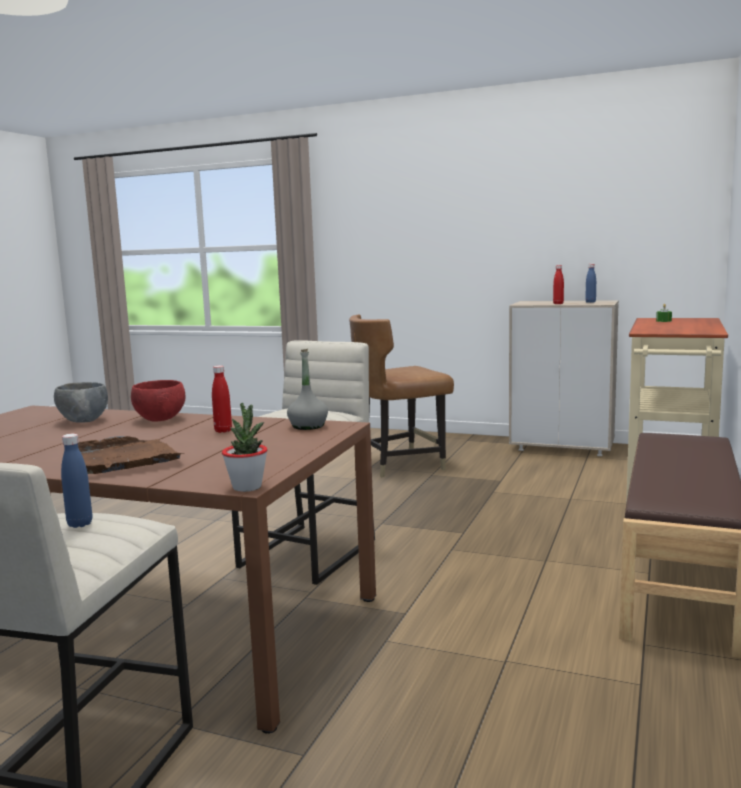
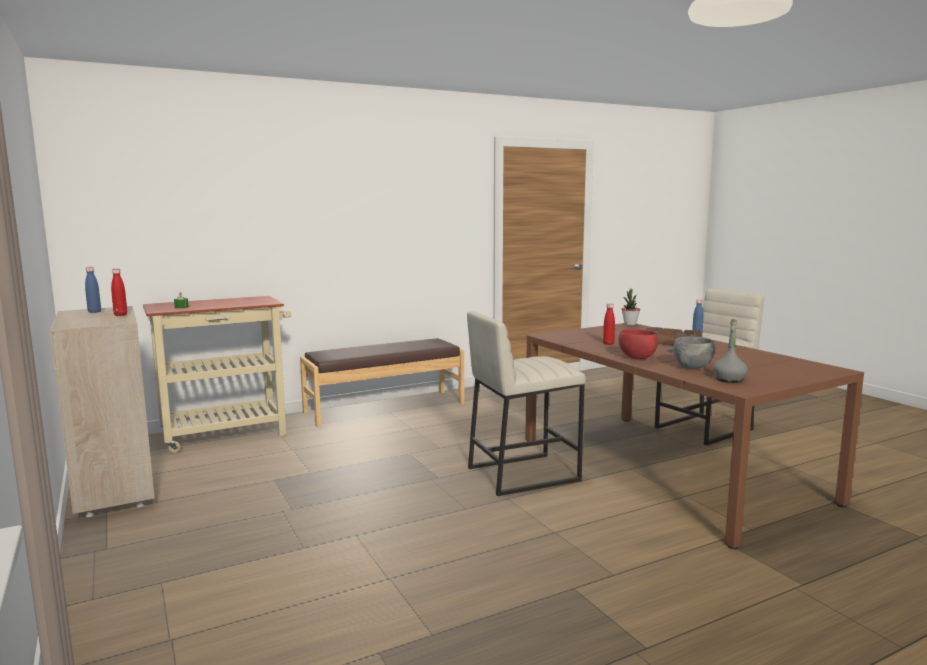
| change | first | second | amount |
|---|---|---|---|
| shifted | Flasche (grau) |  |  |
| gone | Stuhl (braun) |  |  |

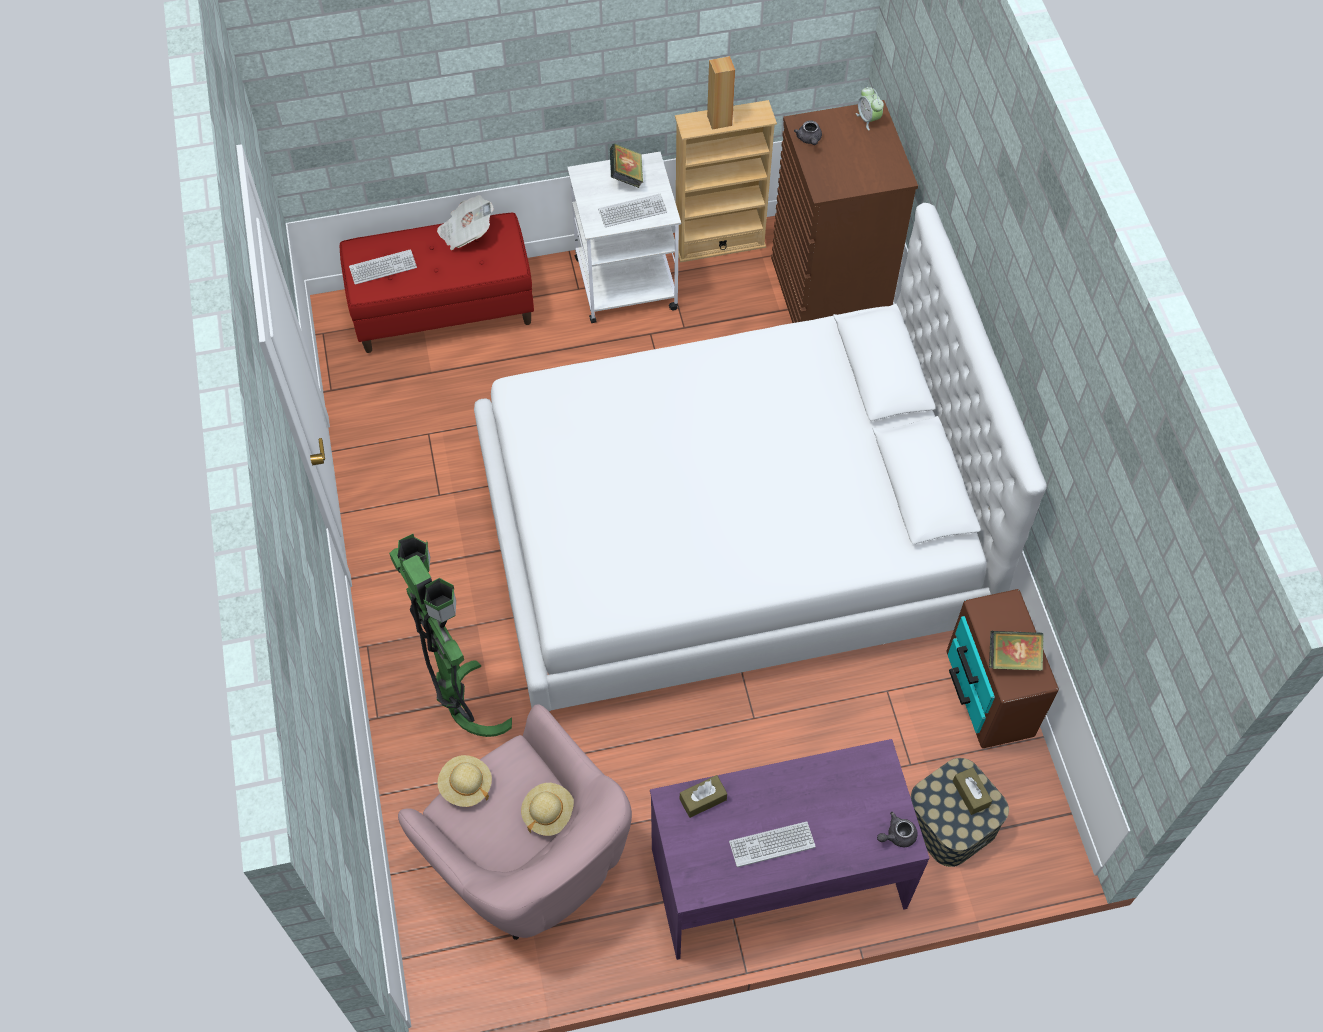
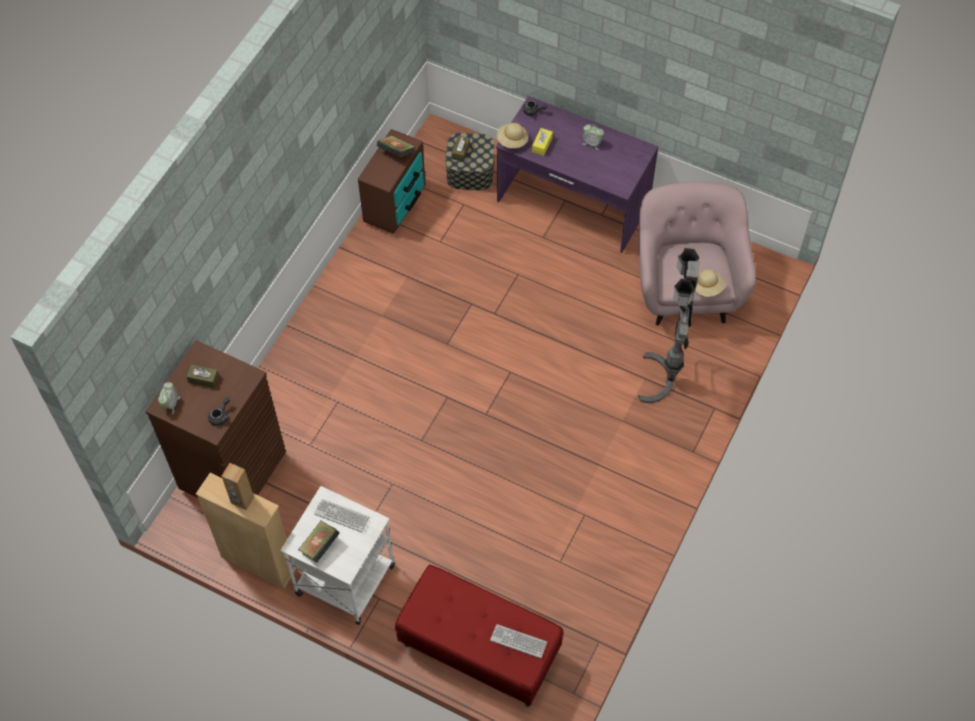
| change | first | second | amount |
|---|---|---|---|
| shifted | Taschentuchbox (braun) (no. 1 from left) |  |  |
| shifted | Hut (beige) (no. 2 from left in the first image) | Hut (beige) (no. 1 from left) |  |
| new |  | Taschentuchbox (gelb) |  |
| swapped | Tastatur (no. 3 from left) | Wecker (no. 2 from left) |  |
| repainted | Stehlampe (grün) | Stehlampe (grau) |  |
| gone | Zeitung |  |  |
| gone | Bett (weiß) |  |  |

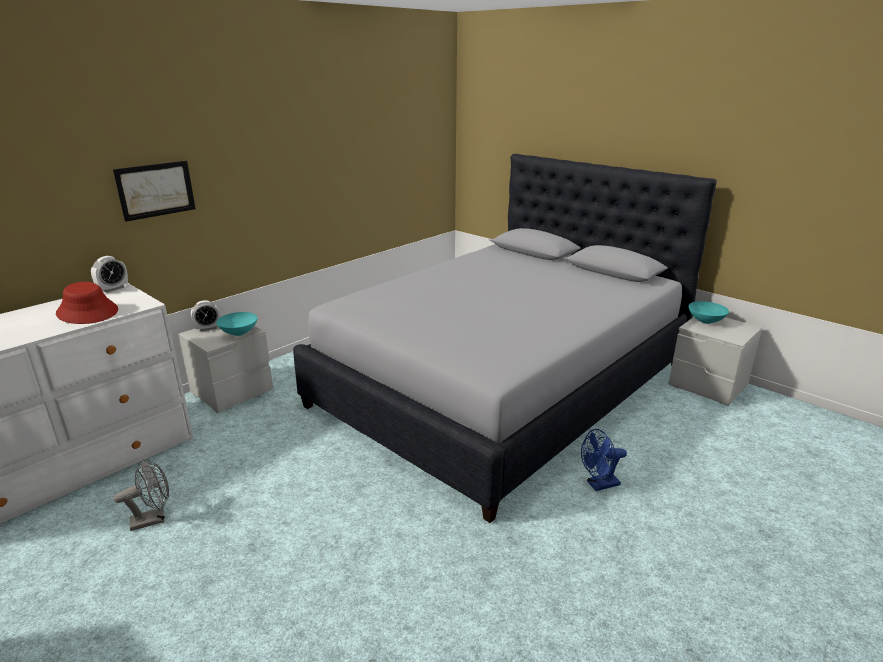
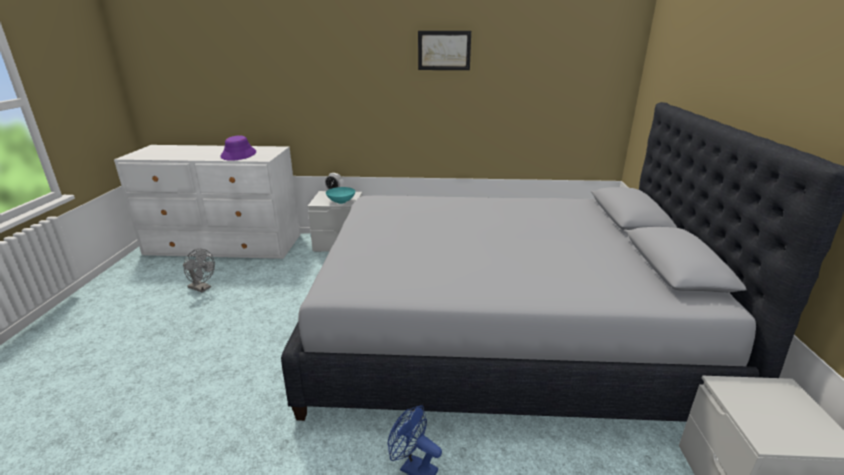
| change | first | second | amount |
|---|---|---|---|
| repainted | Hut (rot) | Hut (lila) |  |
| shifted | Bild |  |  |
| gone | Wecker (no. 1 from left) |  |  |
| gone | Schüssel (türkis) (no. 2 from left) |  |  |

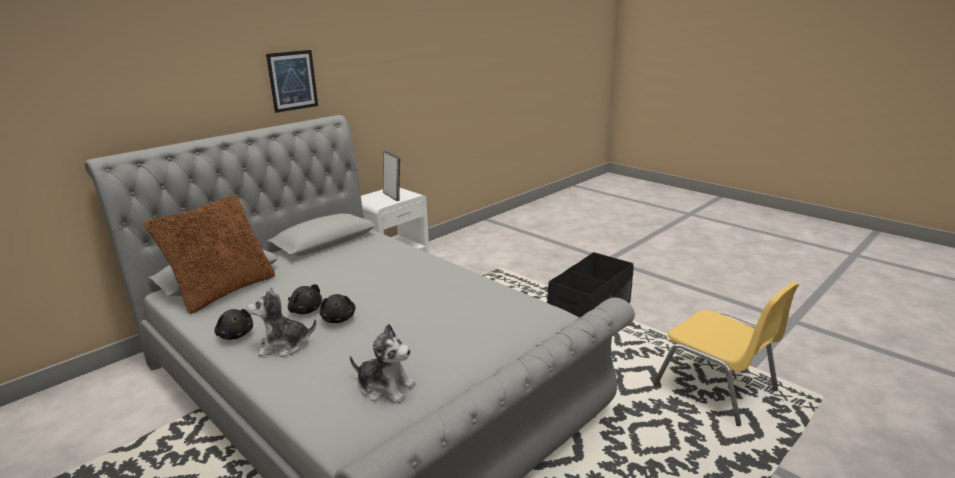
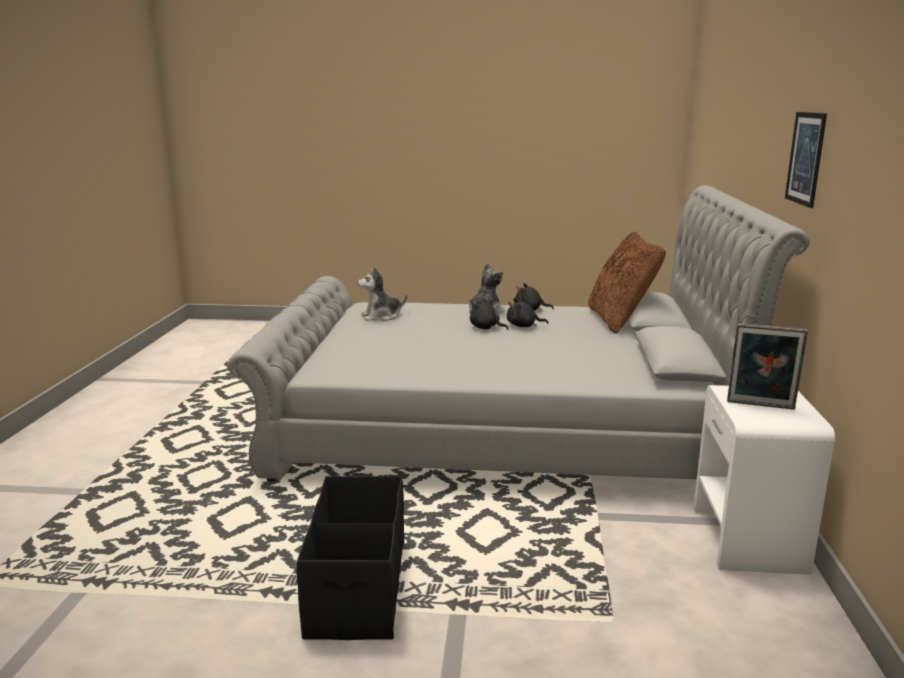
| change | first | second | amount |
|---|---|---|---|
| gone | Stuhl (gelb) |  |  |

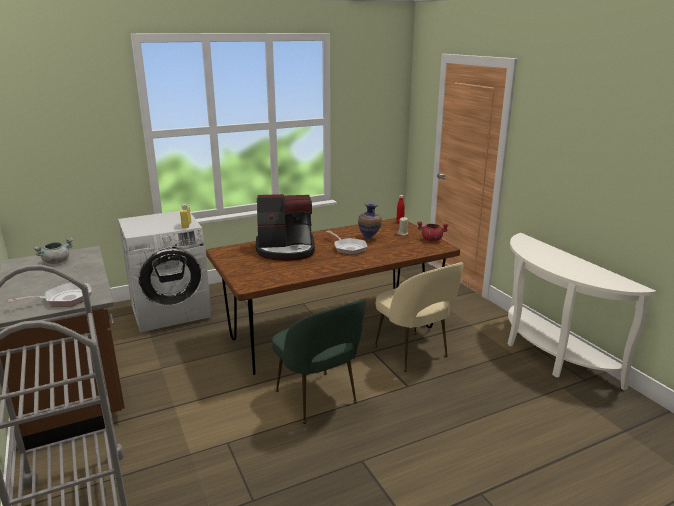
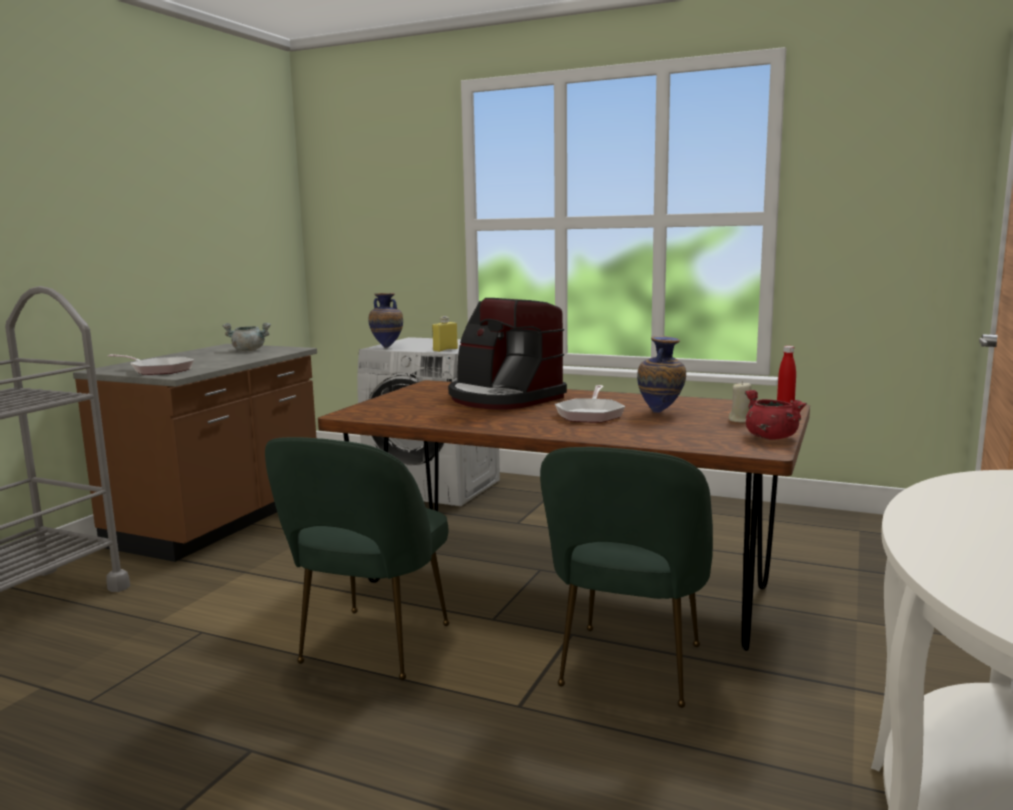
| change | first | second | amount |
|---|---|---|---|
| new |  | Vase (no. 1 from left) |  |
| repainted | Stuhl (beige) | Stuhl (grün) (no. 2 from left) |  |

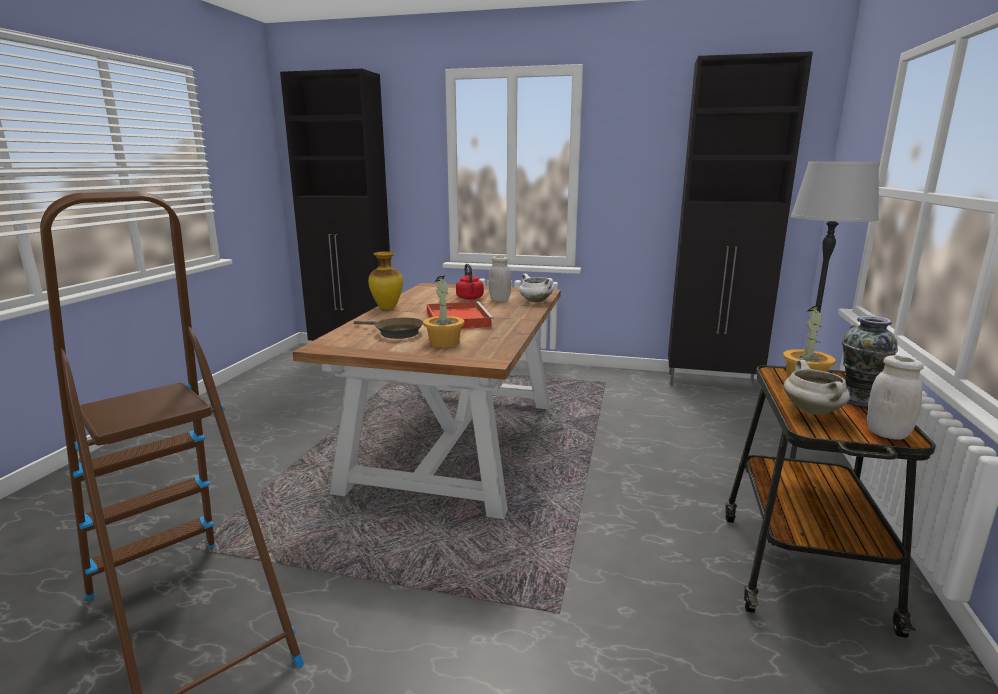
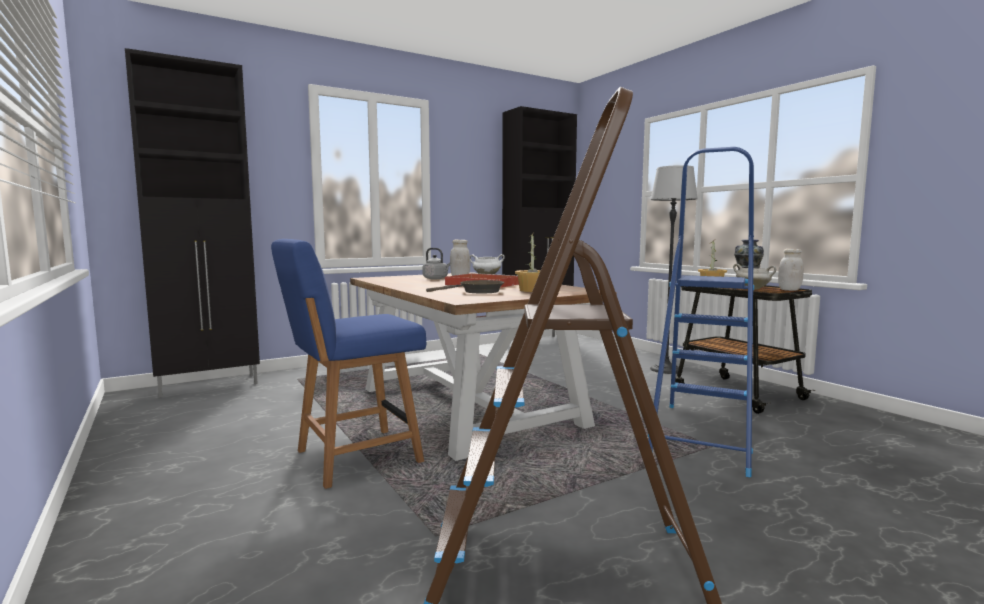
| change | first | second | amount |
|---|---|---|---|
| new |  | Stuhl (blau) |  |
| repainted | Wasserkessel (rot) | Wasserkessel (grau) |  |
| new |  | Trittleiter (blau) |  |
| gone | Vase (no. 1 from left) |  |  |

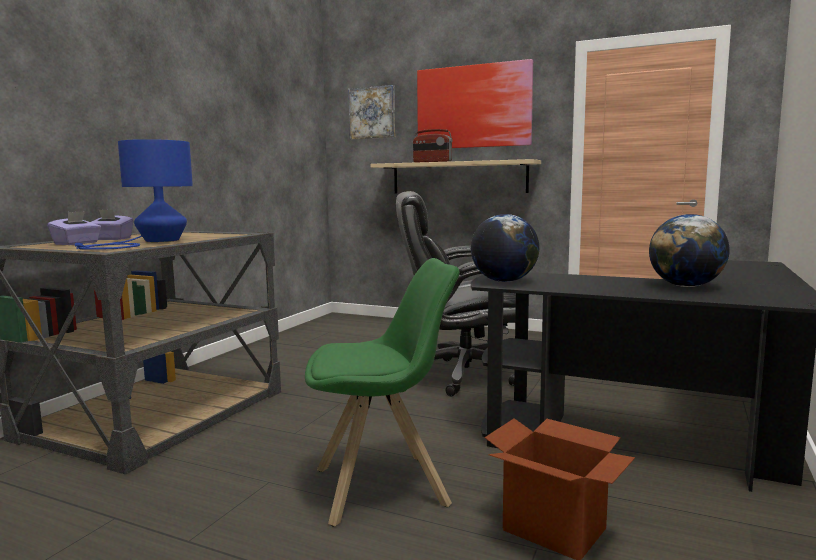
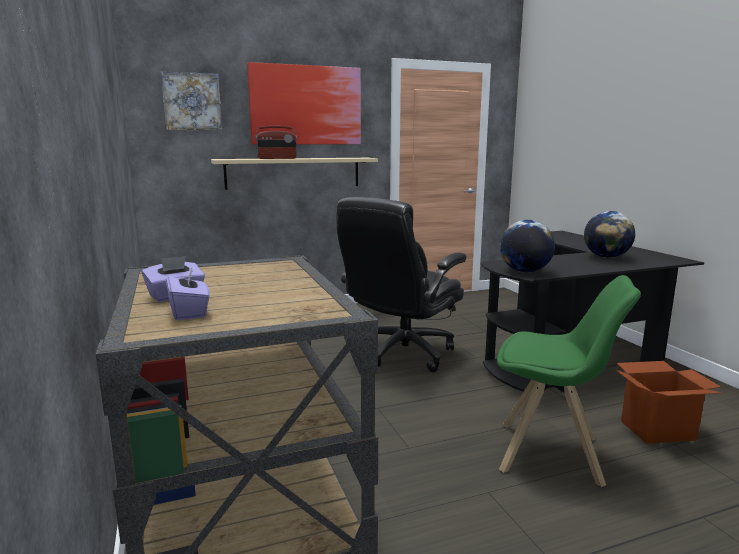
| change | first | second | amount |
|---|---|---|---|
| rotated | Stuhl (grün) |  | 75 degrees clockwise |
| gone | Tischlampe (blau) |  |  |

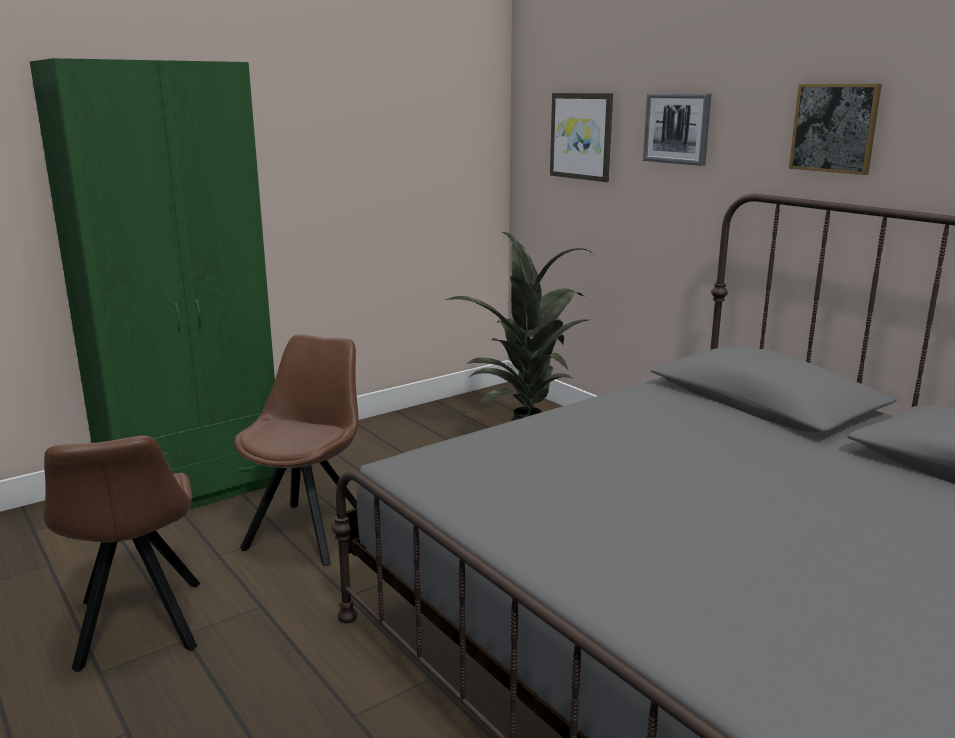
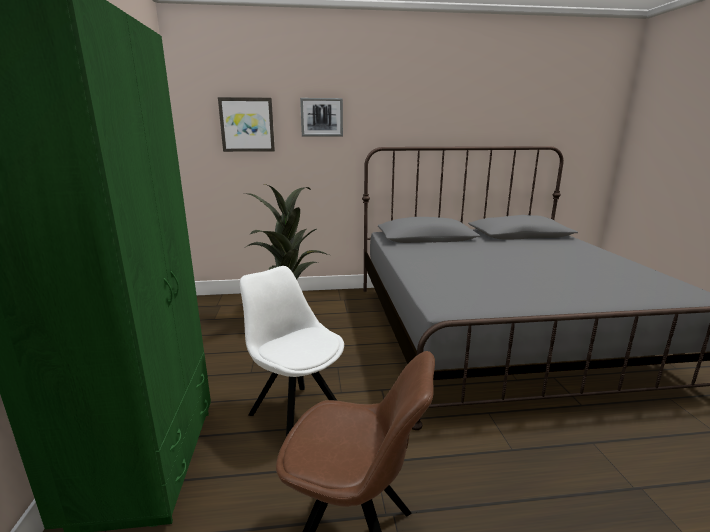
| change | first | second | amount |
|---|---|---|---|
| repainted | Stuhl (braun) (no. 2 from left) | Stuhl (weiß) |  |
| gone | Bild (no. 3 from left) |  |  |

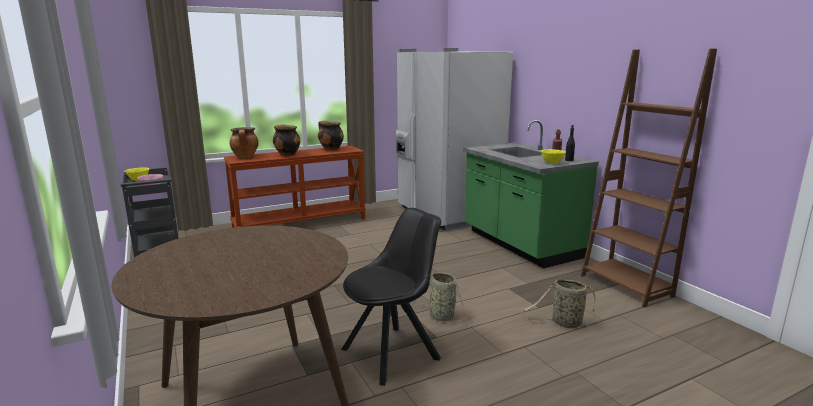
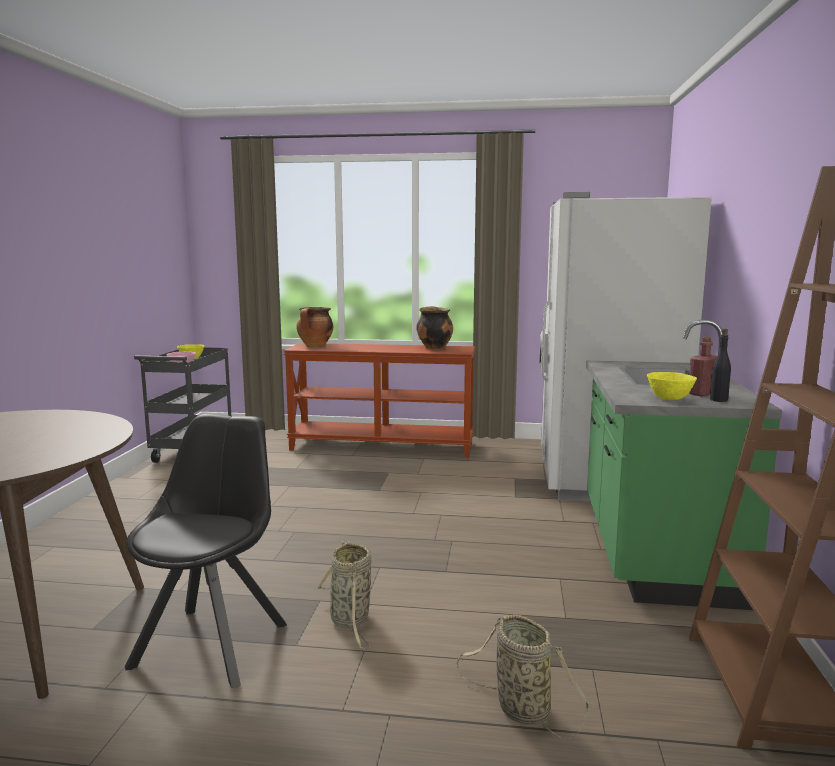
| change | first | second | amount |
|---|---|---|---|
| rotated | Stuhl (schwarz) |  | 75 degrees counterclockwise |
| gone | Kochtopf (no. 2 from left) |  |  |

